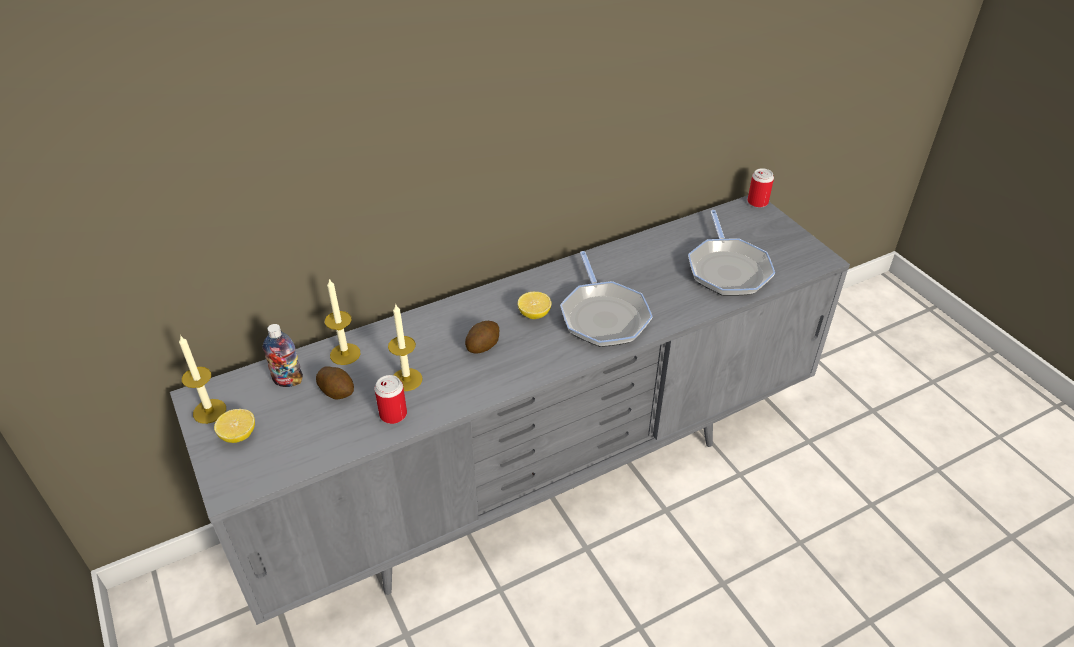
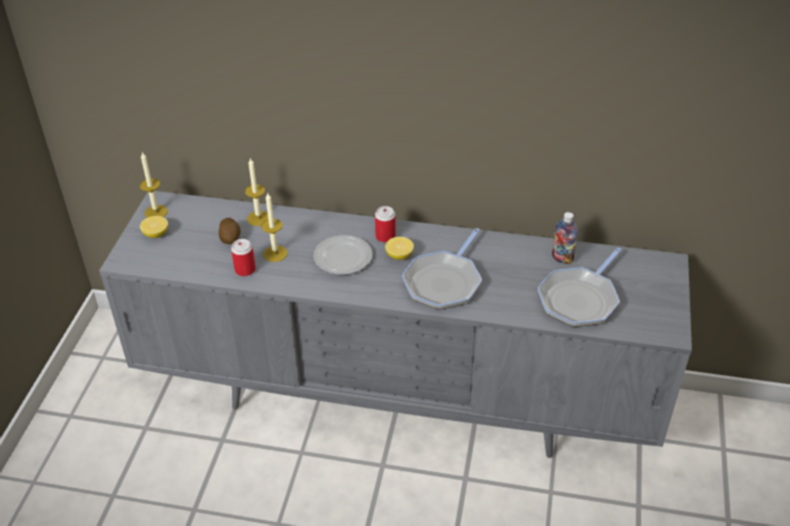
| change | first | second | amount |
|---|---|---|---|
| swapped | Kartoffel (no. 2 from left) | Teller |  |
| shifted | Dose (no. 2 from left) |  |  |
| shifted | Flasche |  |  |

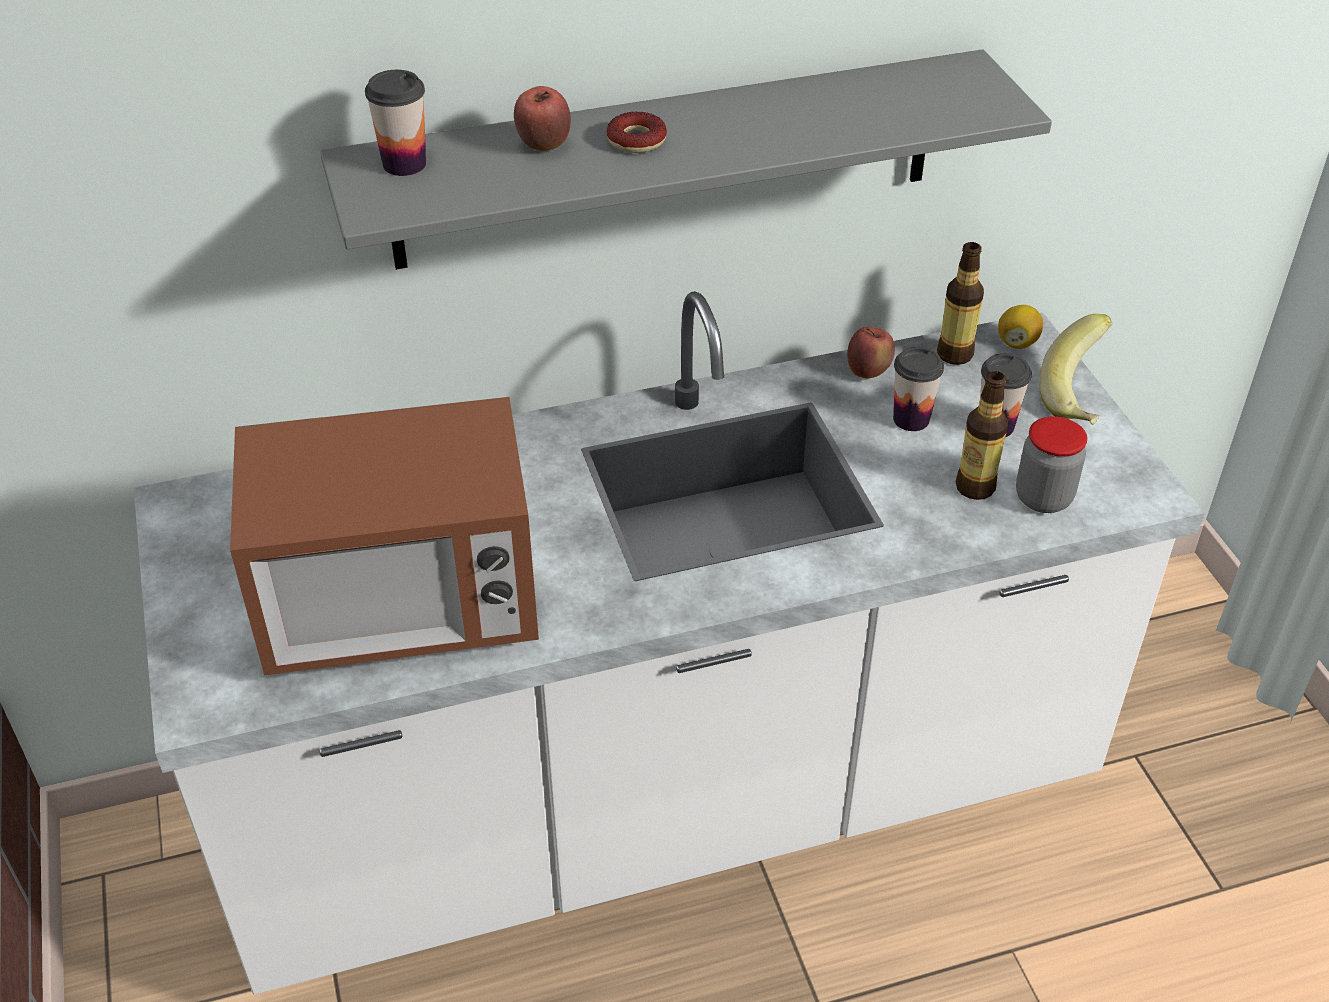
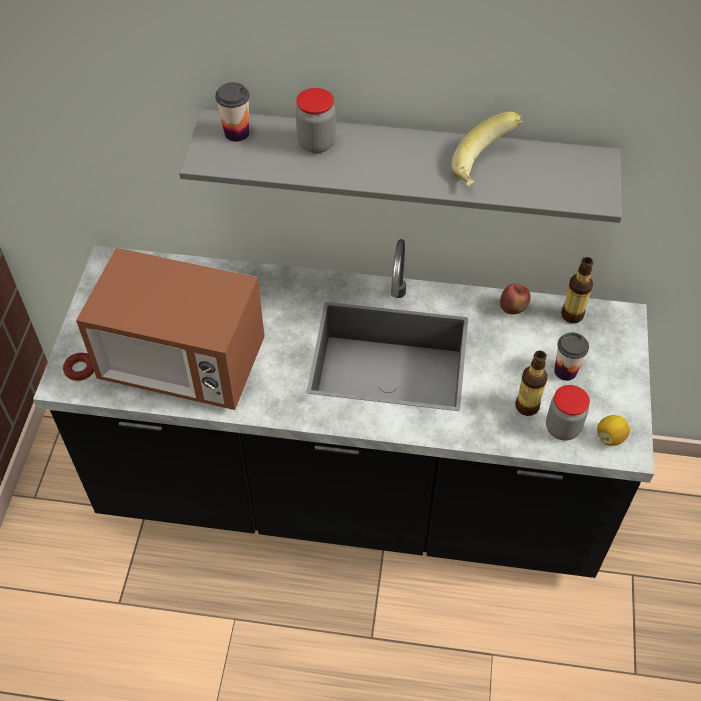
| change | first | second | amount |
|---|---|---|---|
| repainted | Küchenzeile (weiß) | Küchenzeile (schwarz) |  |
| shifted | Donut |  |  |
| swapped | Apfel (no. 1 from left) | Vorratsglas (no. 1 from left) |  |
| shifted | Banane |  |  |
| shifted | Zitrone |  |  |
| gone | Tasse (no. 2 from left) |  |  |

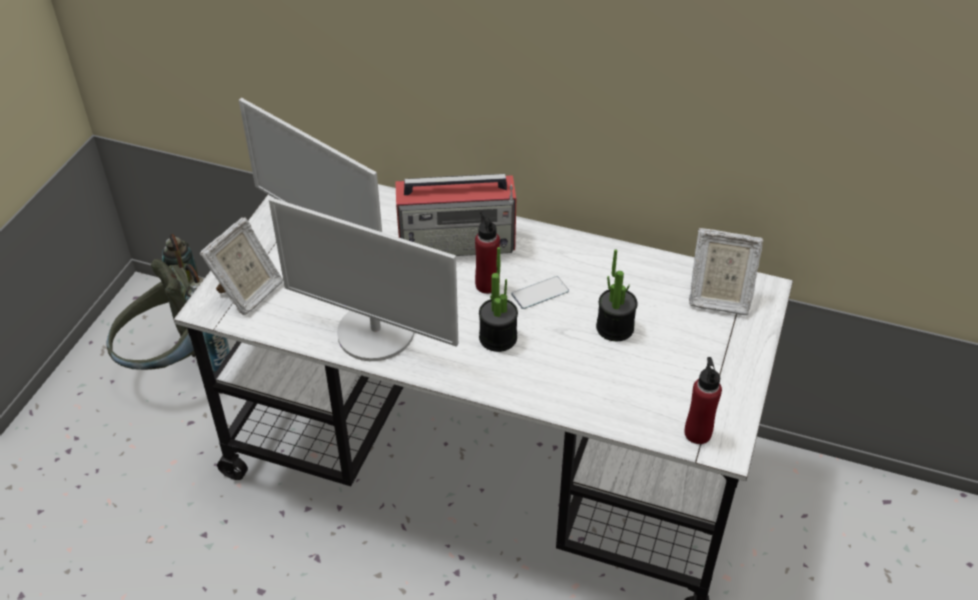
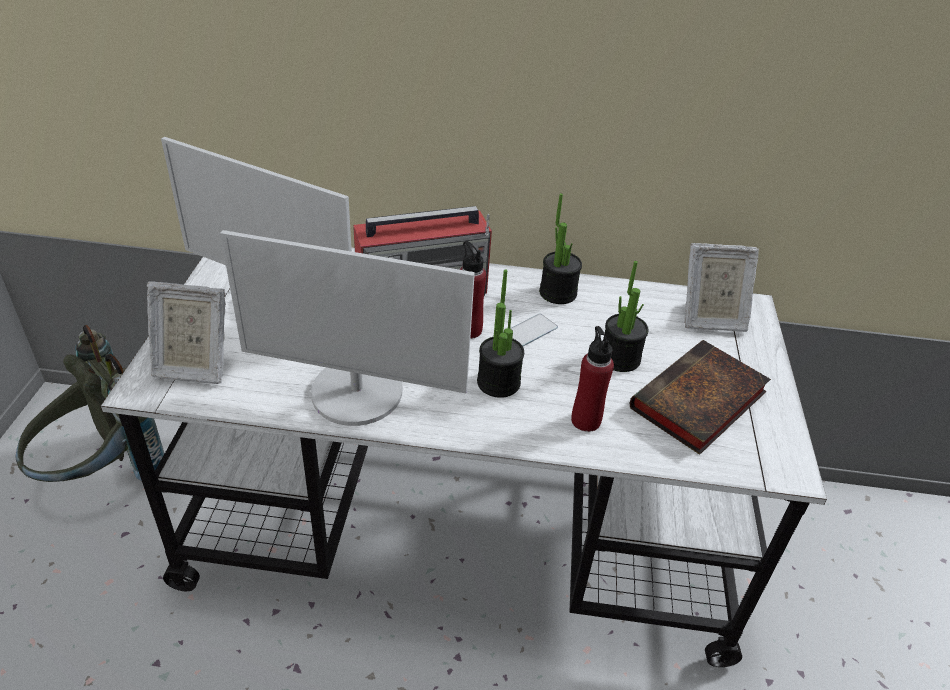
| change | first | second | amount |
|---|---|---|---|
| rotated | Bilderrahmen (no. 1 from left) |  | 75 degrees clockwise |
| new |  | Topfpflanze (no. 2 from left) |  |
| shifted | Flasche (rot) (no. 2 from left) |  |  |
| new |  | Buch |  |

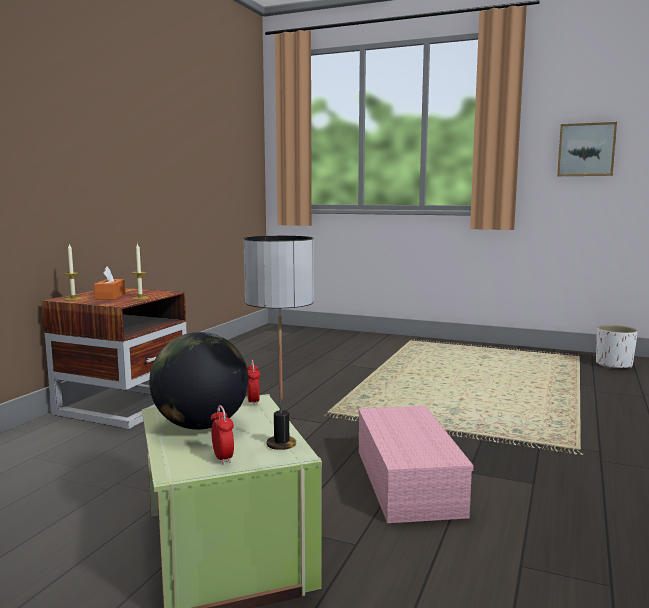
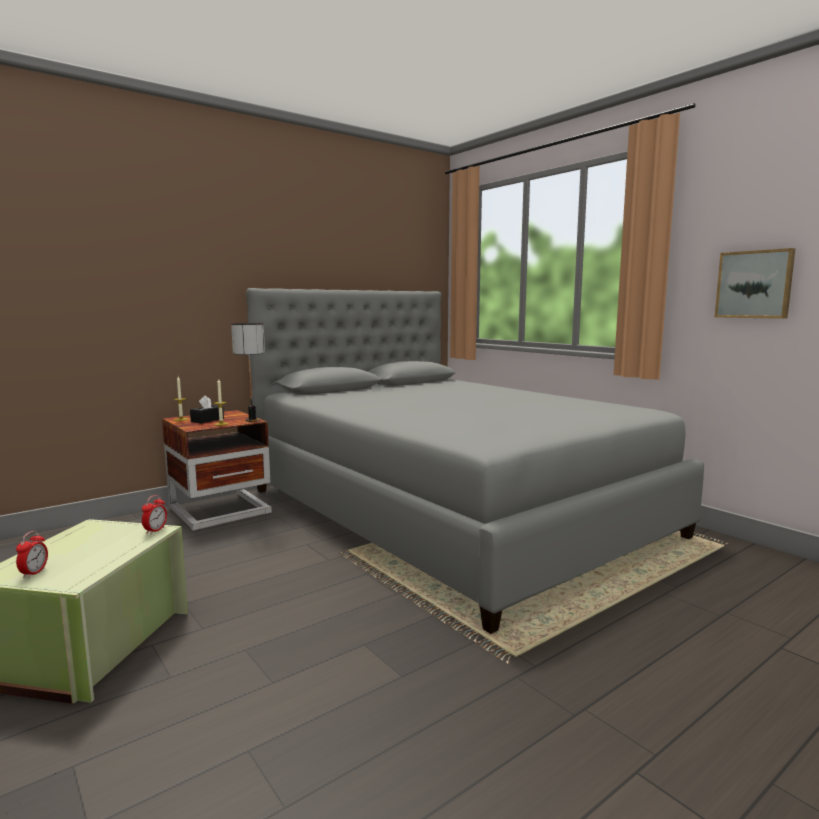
| change | first | second | amount |
|---|---|---|---|
| repainted | Taschentuchbox (orange) | Taschentuchbox (schwarz) |  |
| shifted | Tischlampe |  |  |
| new |  | Bett (grau) |  |
| gone | Globus |  |  |
| gone | Aufbewahrungsbox (rosa) |  |  |
| gone | Pflanzkübel (weiß) |  |  |

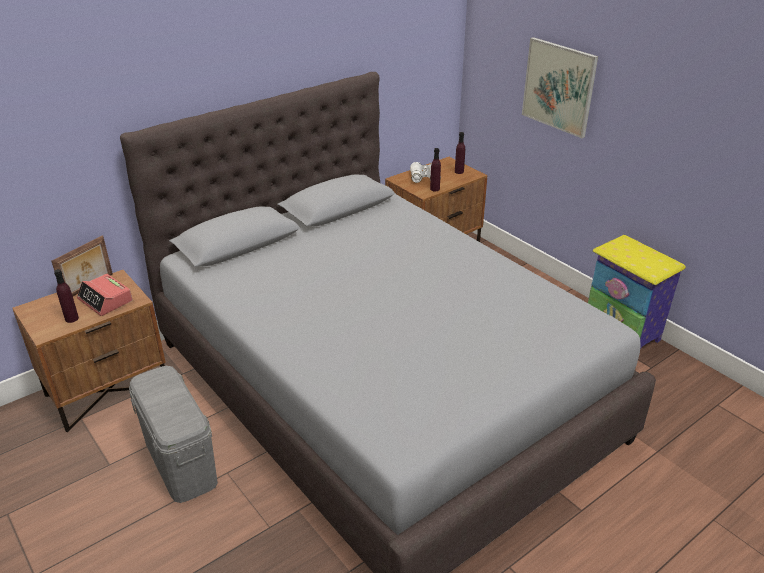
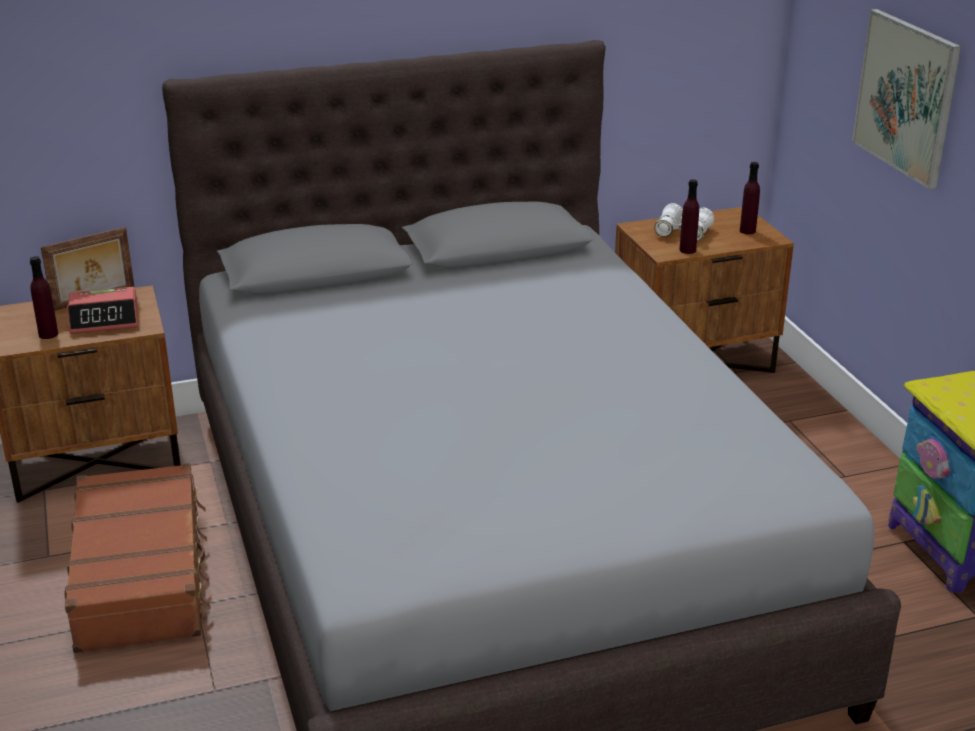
| change | first | second | amount |
|---|---|---|---|
| swapped | Aufbewahrungsbox (grau) | Koffer (braun) |  |
| rotated | Wecker |  | 75 degrees counterclockwise |

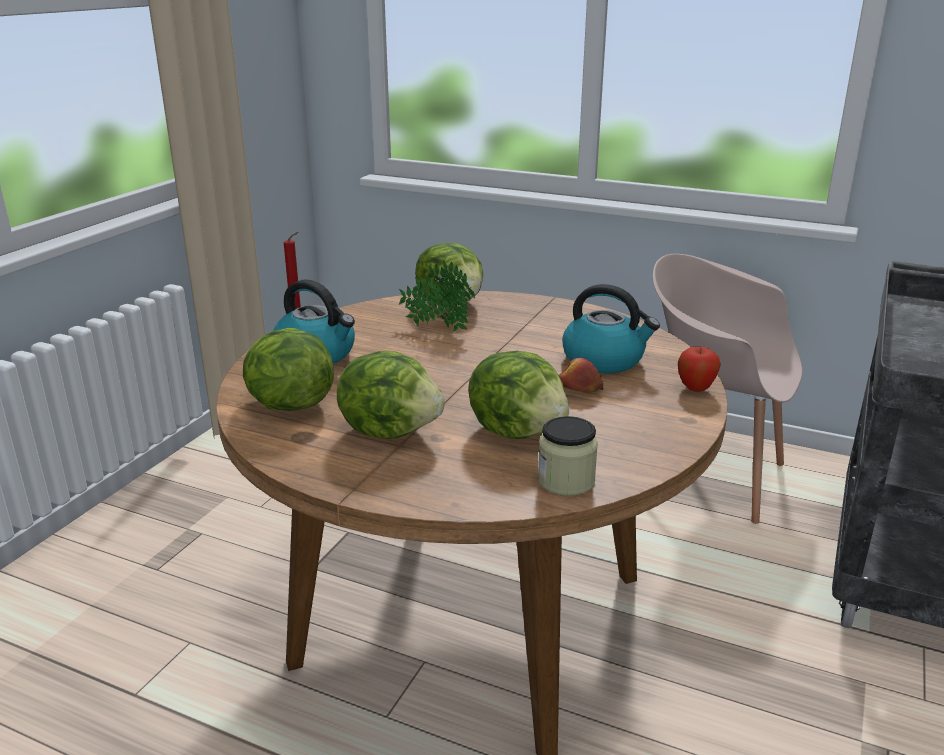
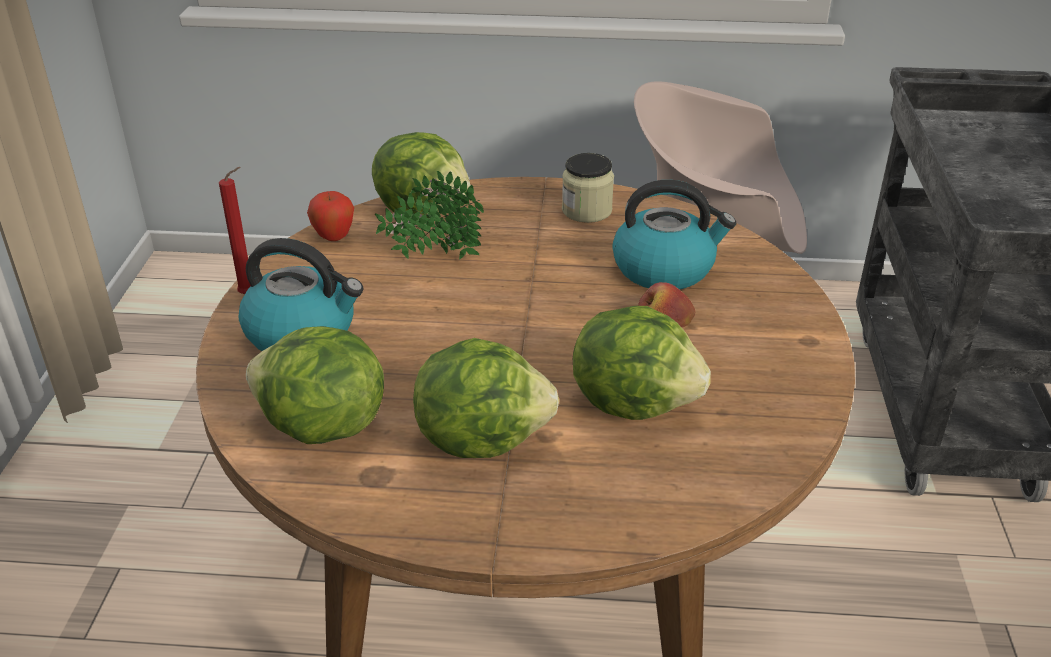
| change | first | second | amount |
|---|---|---|---|
| shifted | Apfel (no. 2 from left in the first image) | Apfel (no. 1 from left) |  |
| shifted | Vorratsglas |  |  |

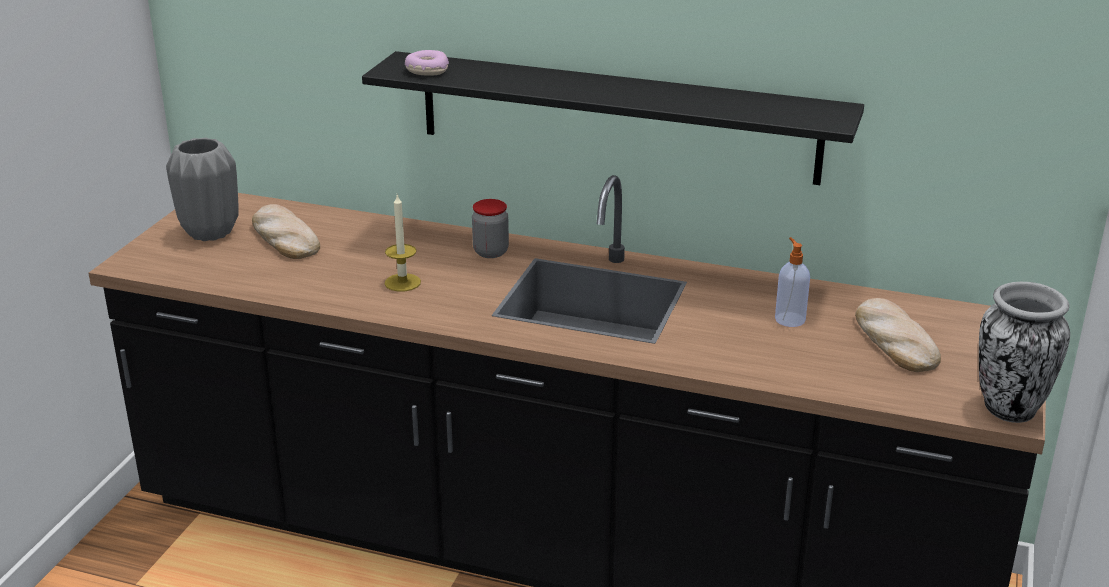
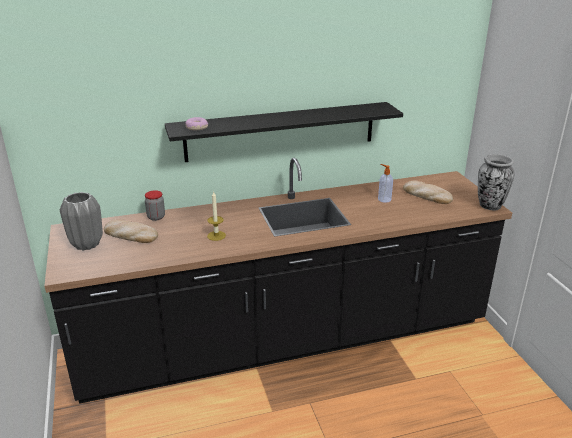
| change | first | second | amount |
|---|---|---|---|
| shifted | Vorratsglas |  |  |

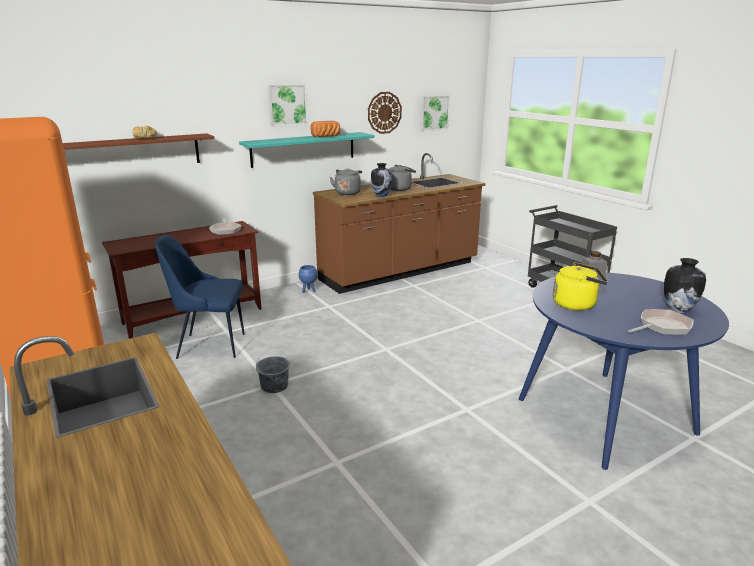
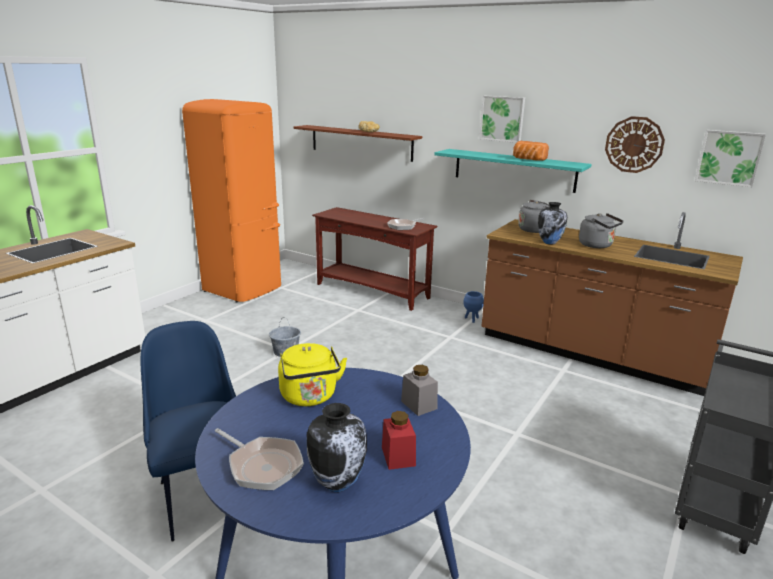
| change | first | second | amount |
|---|---|---|---|
| shifted | Stuhl (blau) |  |  |
| new |  | Vorratsglas (rot) |  |

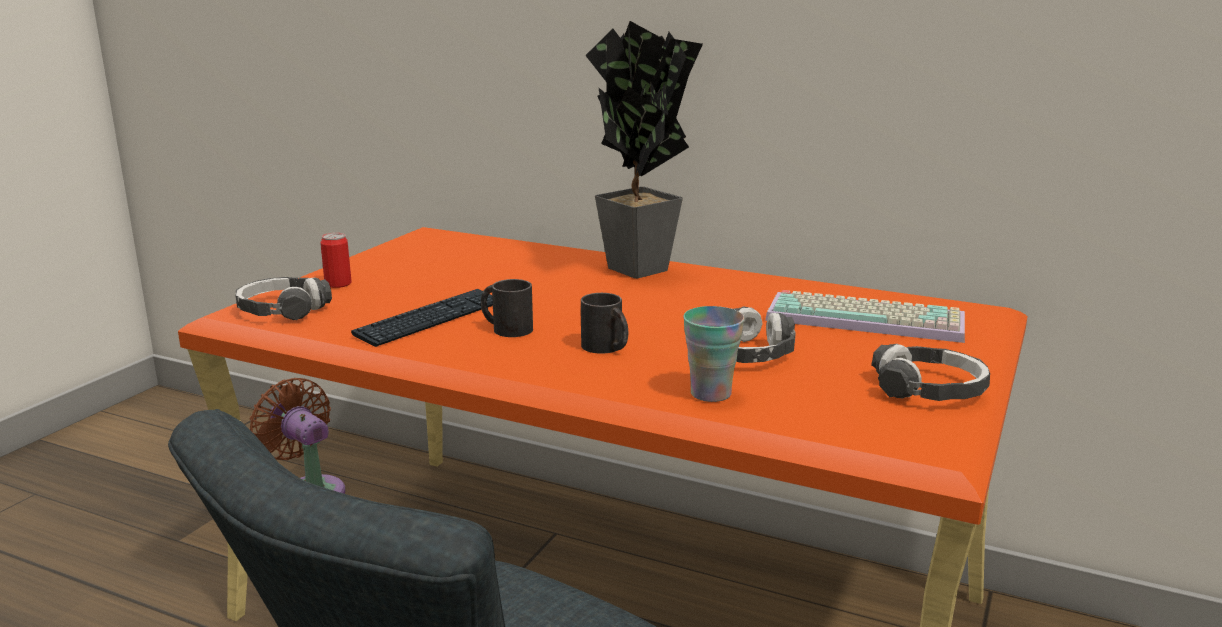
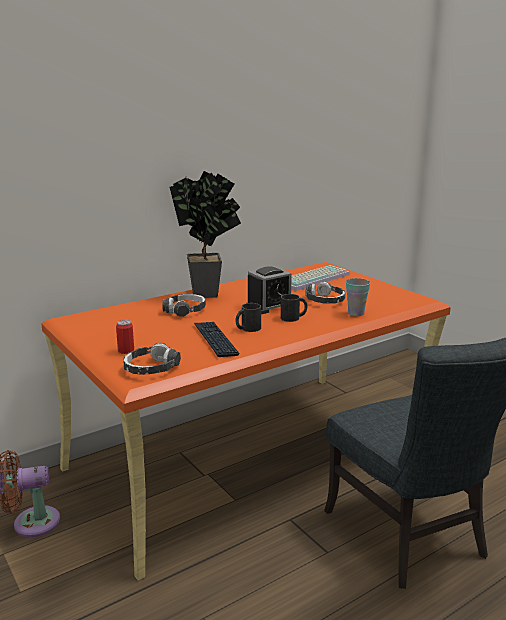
| change | first | second | amount |
|---|---|---|---|
| shifted | Kopfhörer (no. 3 from left in the first image) | Kopfhörer (no. 2 from left) |  |
| new |  | Wecker |  |

